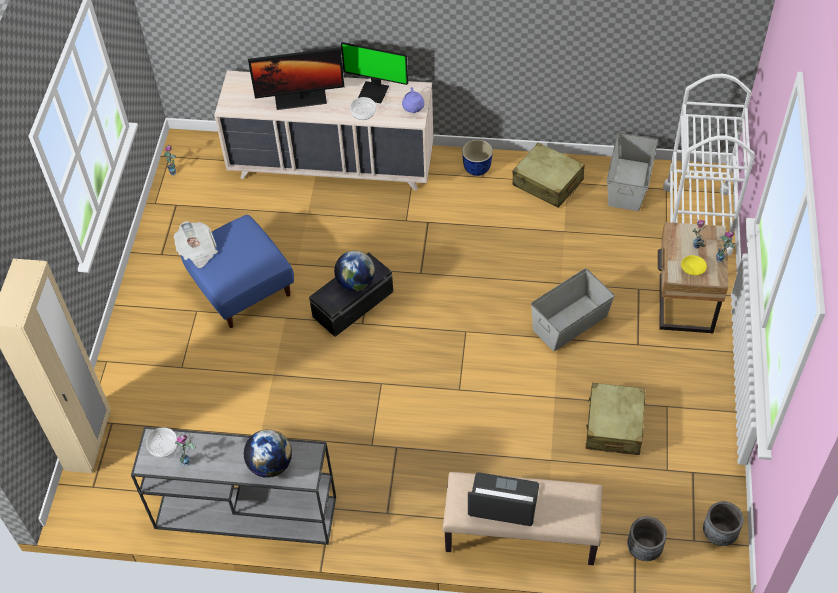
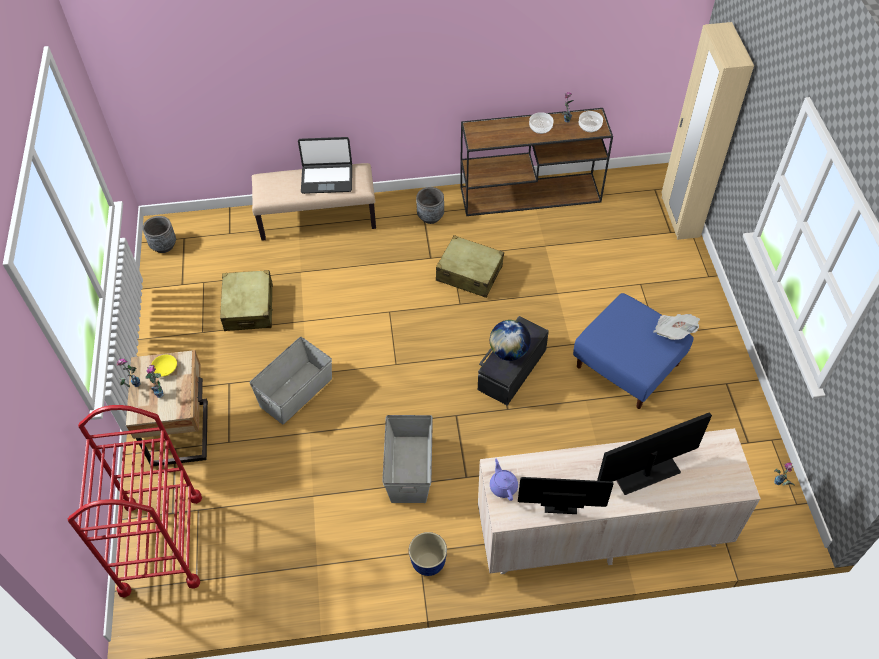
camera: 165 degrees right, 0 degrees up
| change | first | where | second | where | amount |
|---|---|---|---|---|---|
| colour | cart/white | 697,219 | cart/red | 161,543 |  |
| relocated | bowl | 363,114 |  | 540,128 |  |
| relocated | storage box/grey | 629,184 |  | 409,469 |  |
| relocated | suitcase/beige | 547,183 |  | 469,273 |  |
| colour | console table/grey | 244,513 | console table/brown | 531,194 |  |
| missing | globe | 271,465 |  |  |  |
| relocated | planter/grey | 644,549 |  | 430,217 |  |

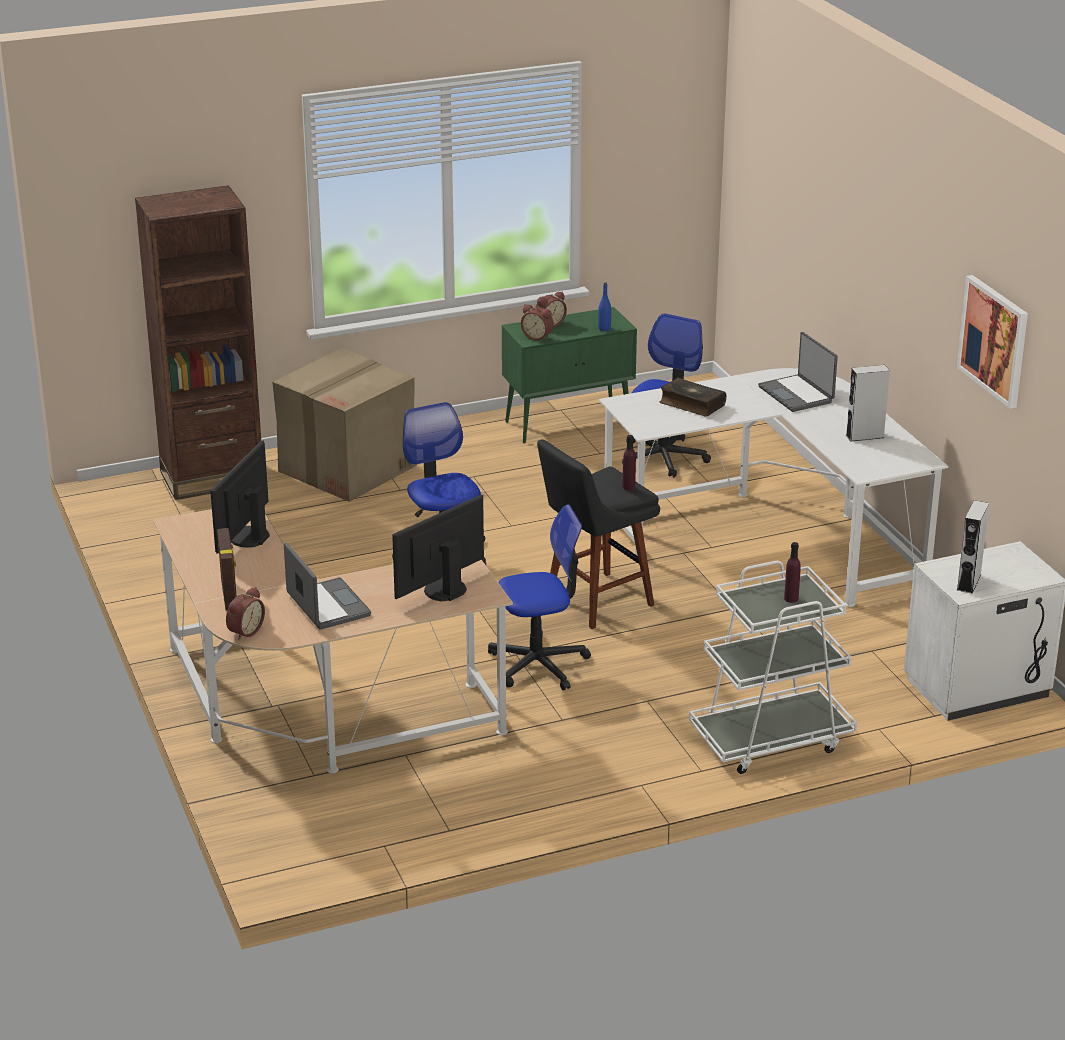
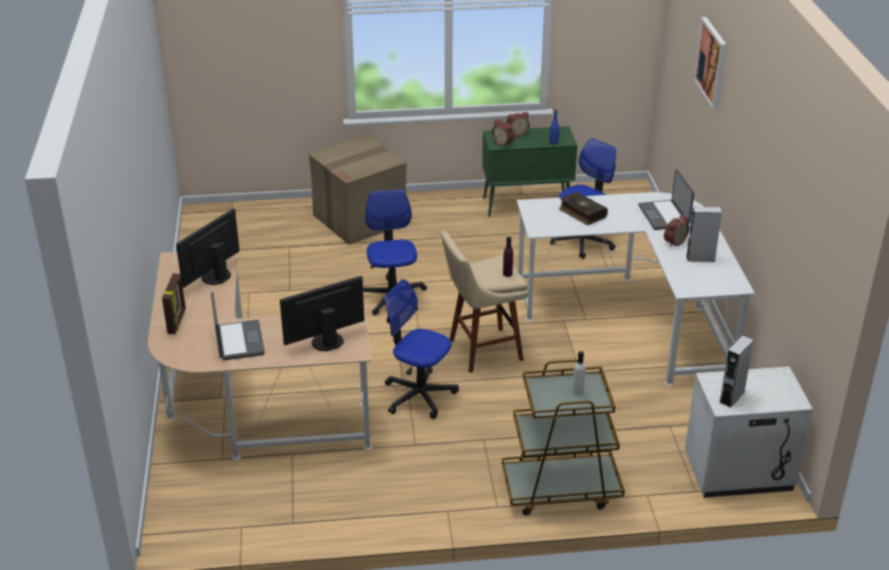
camera: 15 degrees right, 5 degrees up
| change | first | where | second | where | amount |
|---|---|---|---|---|---|
| missing | bookcase/brown | 212,478 |  |  |  |
| relocated | picture | 994,340 |  | 712,62 |  |
| colour | stool/black | 594,602 | stool/beige | 481,351 |  |
| spun | office chair | 538,664 |  | 419,395 | 150 degrees counterclockwise |
| colour | bottle/purple | 791,598 | bottle/white | 578,392 |  |
| colour | cart/white | 770,739 | cart/brown | 560,489 |  |
| relocated | alarm clock | 244,631 |  | 673,242 |  |

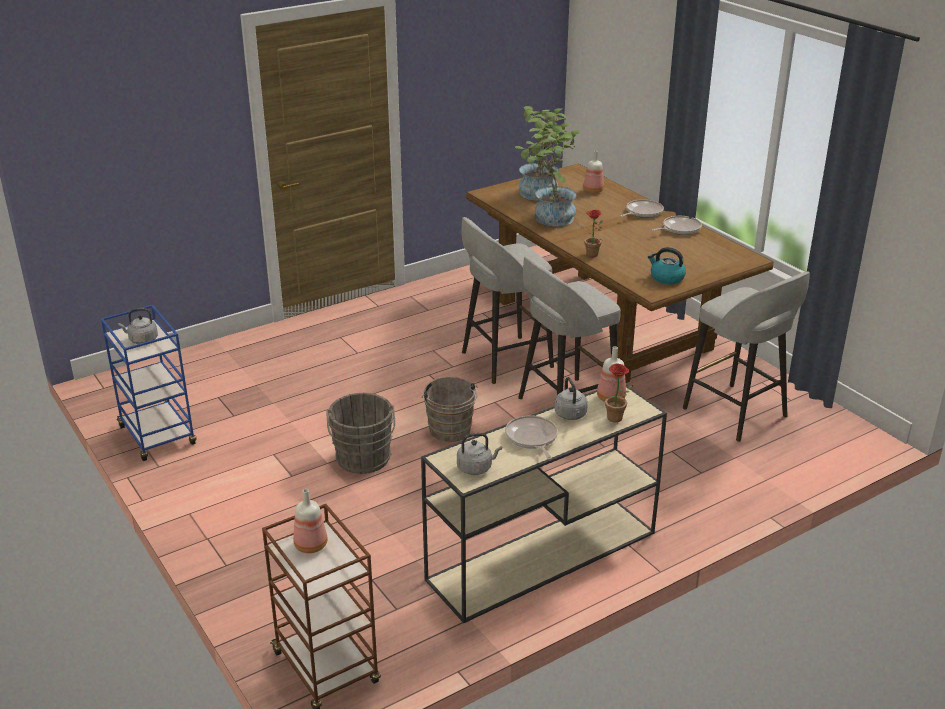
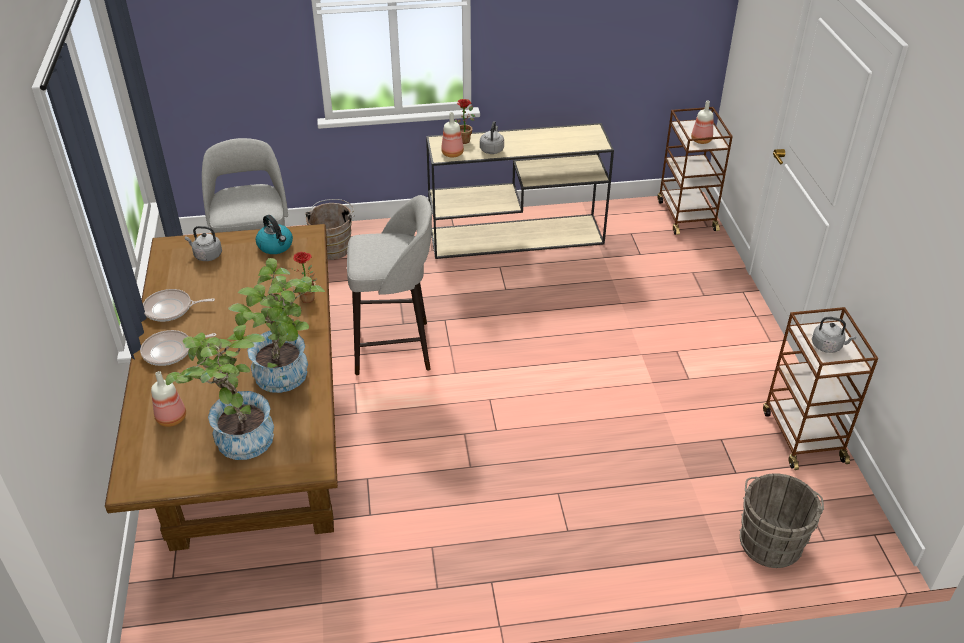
camera: 155 degrees left, 10 degrees up
| change | first | where | second | where | amount |
|---|---|---|---|---|---|
| missing | stool/grey | 504,360 |  |  |  |
| colour | cart/blue | 158,436 | cart/brown | 802,435 |  |
| relocated | bucket/brown | 450,432 |  | 333,247 |  |
| relocated | bucket/grey | 363,460 |  | 770,540 |  |
| missing | frying pan | 532,438 |  |  |  |
| relocated | kettle/grey | 476,468 |  | 206,255 |  |

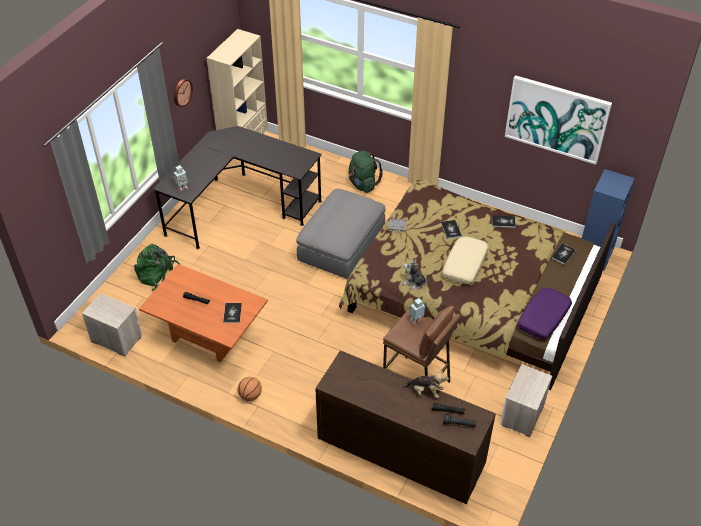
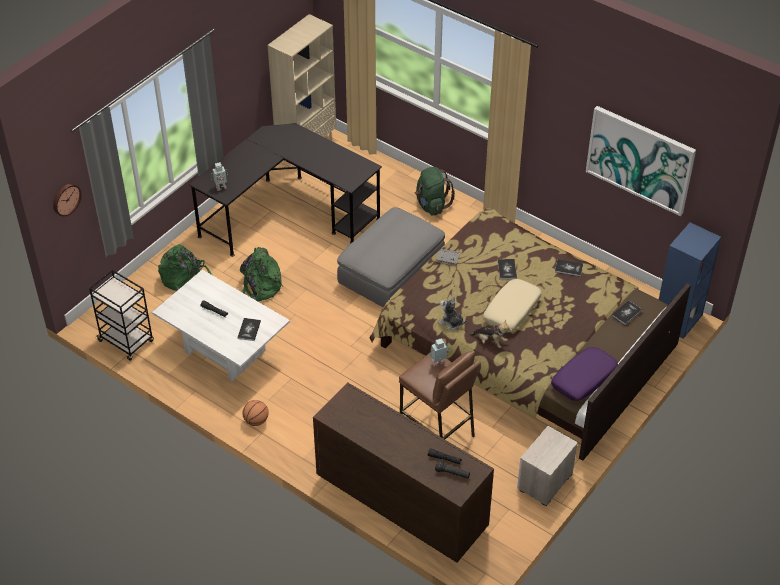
camera: 10 degrees right, 0 degrees up
| change | first | where | second | where | amount |
|---|---|---|---|---|---|
| relocated | wall clock | 181,92 |  | 65,199 |  |
| colour | coffee table/orange | 209,335 | coffee table/white | 225,351 |  |
| exchanged | nightstand | 116,338 | cart/black | 127,341 |  |
| relocated | plush toy | 425,391 |  | 490,341 |  |
| appeared |  |  | backpack/green | 259,288 |  |

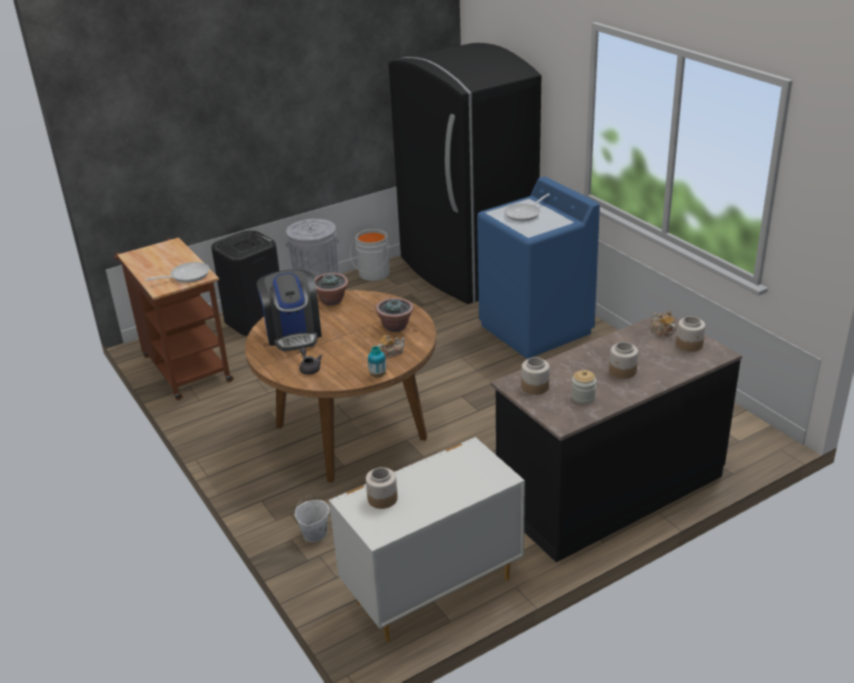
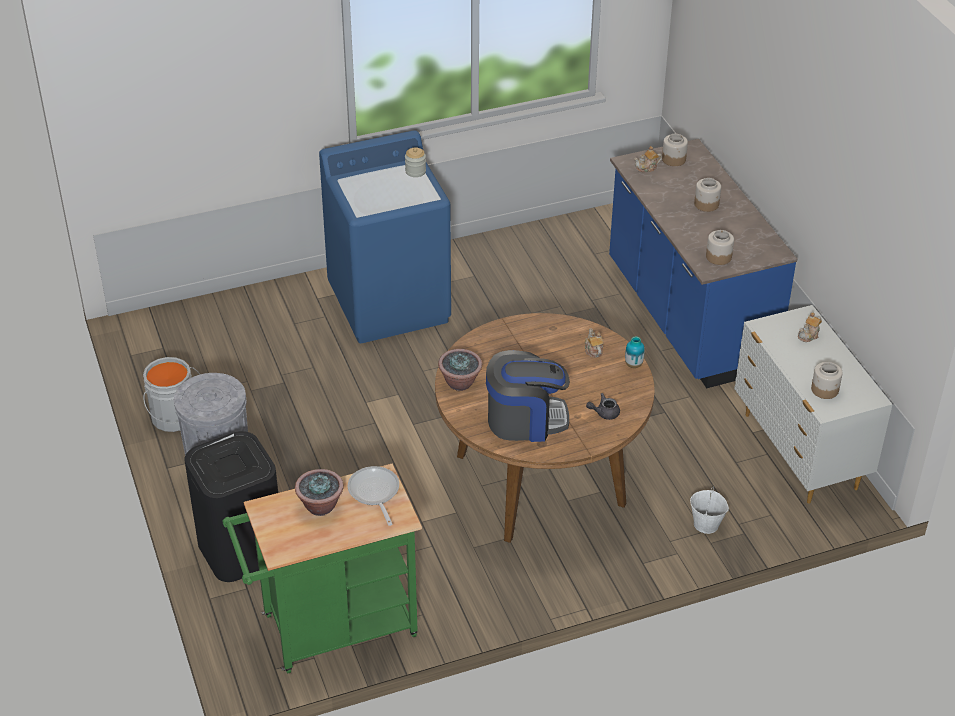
camera: 80 degrees left, 10 degrees up
| change | first | where | second | where | amount |
|---|---|---|---|---|---|
| missing | fridge/black | 466,271 |  |  |  |
| missing | frying pan | 525,214 |  |  |  |
| colour | cart/brown | 184,366 | cart/green | 330,629 |  |
| relocated | potted plant | 395,327 |  | 320,506 |  |
| colour | counter/black | 609,489 | counter/blue | 687,317 |  |
| relocated | jar | 583,397 |  | 415,171 |  |
| appeared |  |  | teapot | 809,335 |  |

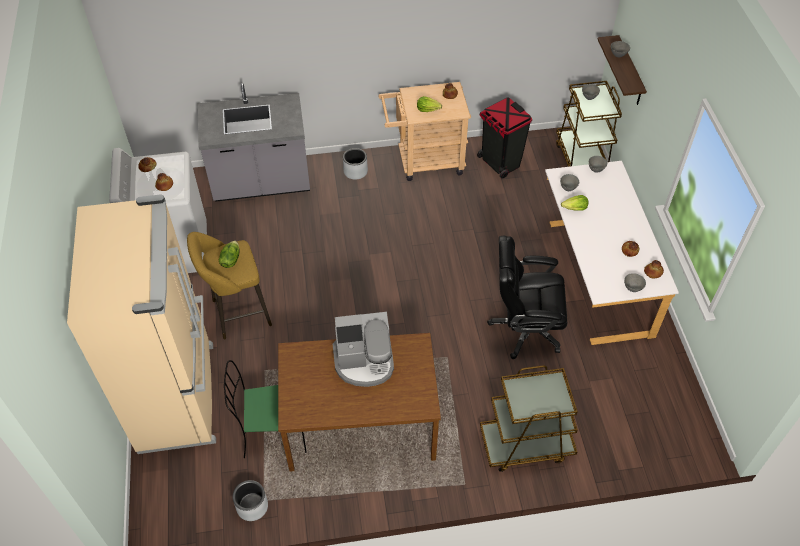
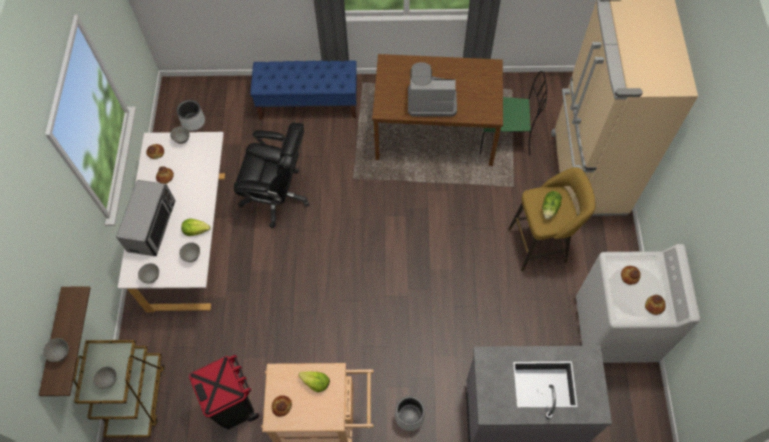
camera: 170 degrees left, 10 degrees up
| change | first | where | second | where | amount |
|---|---|---|---|---|---|
| exchanged | cart/brown | 525,444 | bench/blue | 308,104 |  |
| relocated | planter/grey | 252,507 |  | 193,121 |  |
| appeared |  |  | microwave | 152,226 |  |

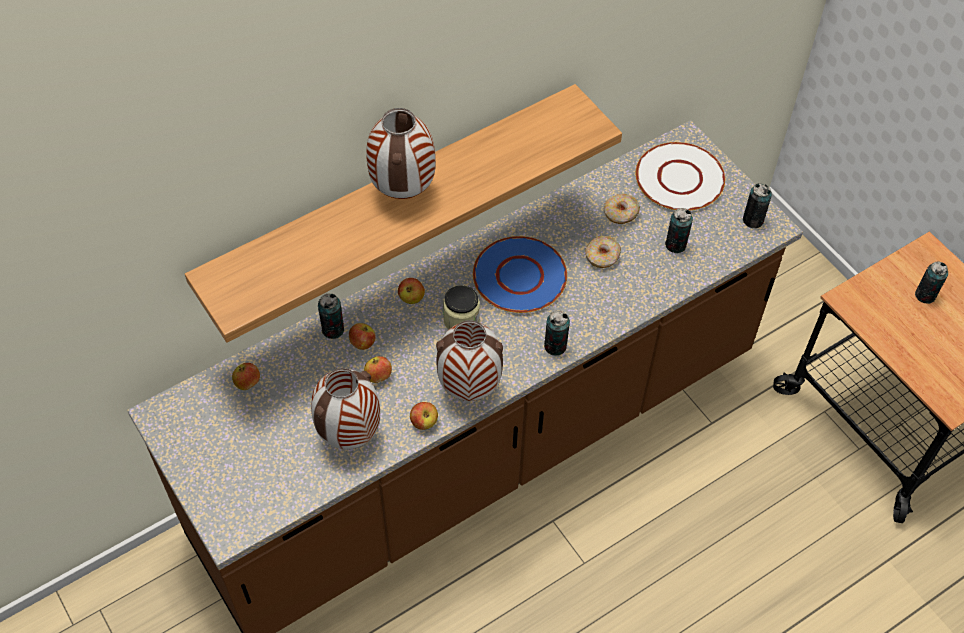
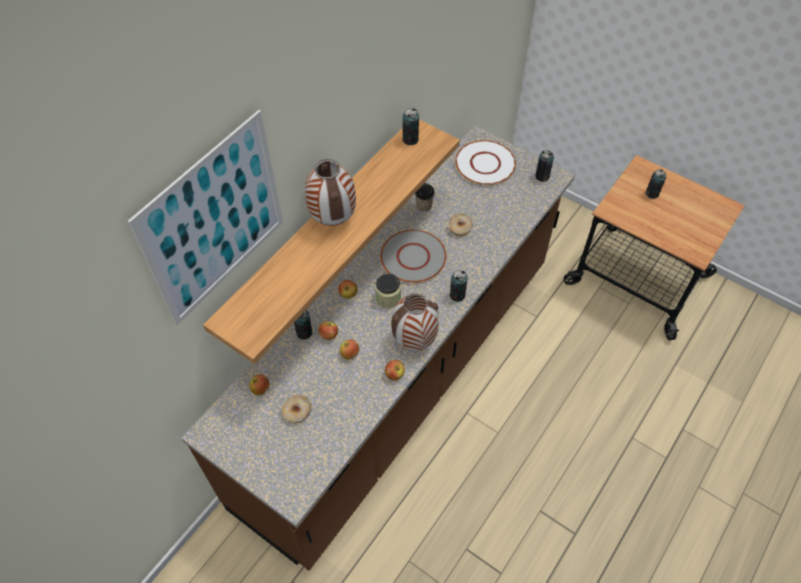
camera: 20 degrees left, 0 degrees up
| change | first | where | second | where | amount |
|---|---|---|---|---|---|
| relocated | donut | 620,213 |  | 297,412 |  |
| relocated | can | 675,245 |  | 410,139 |  |
| colour | plate/blue | 520,276 | plate/grey | 413,257 |  |
| missing | vase | 349,436 |  |  |  |
| appeared |  |  | picture | 215,221 |  |
| appeared |  |  | cup | 424,206 |  |

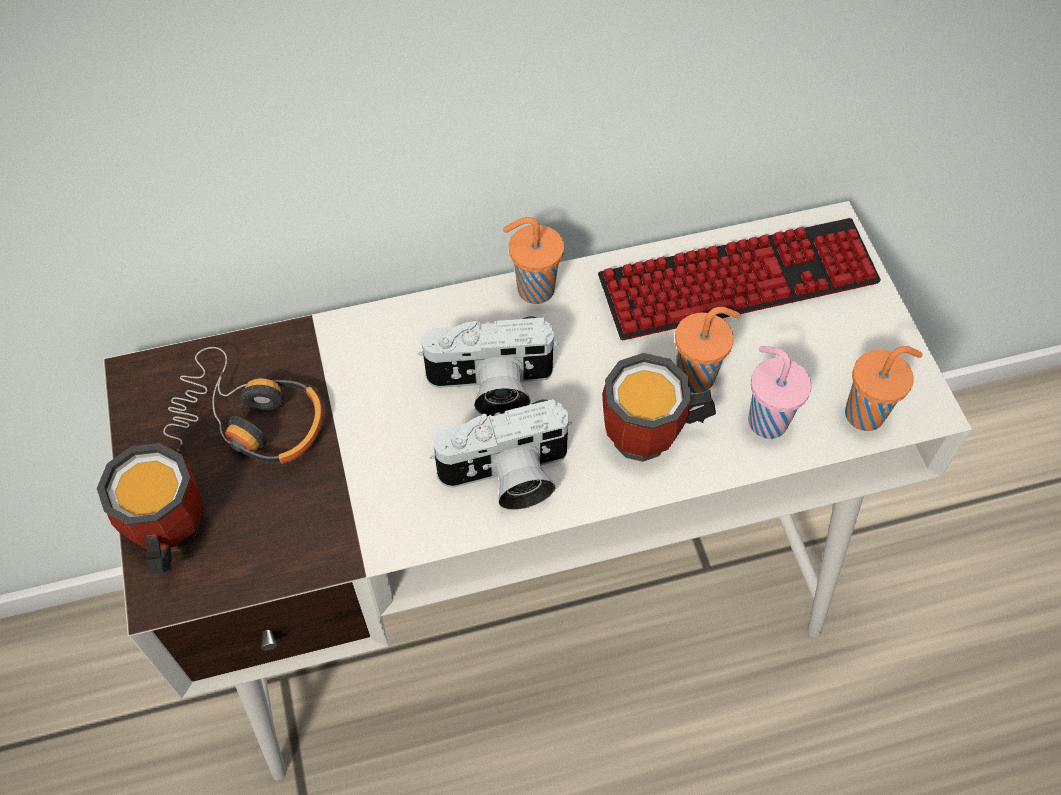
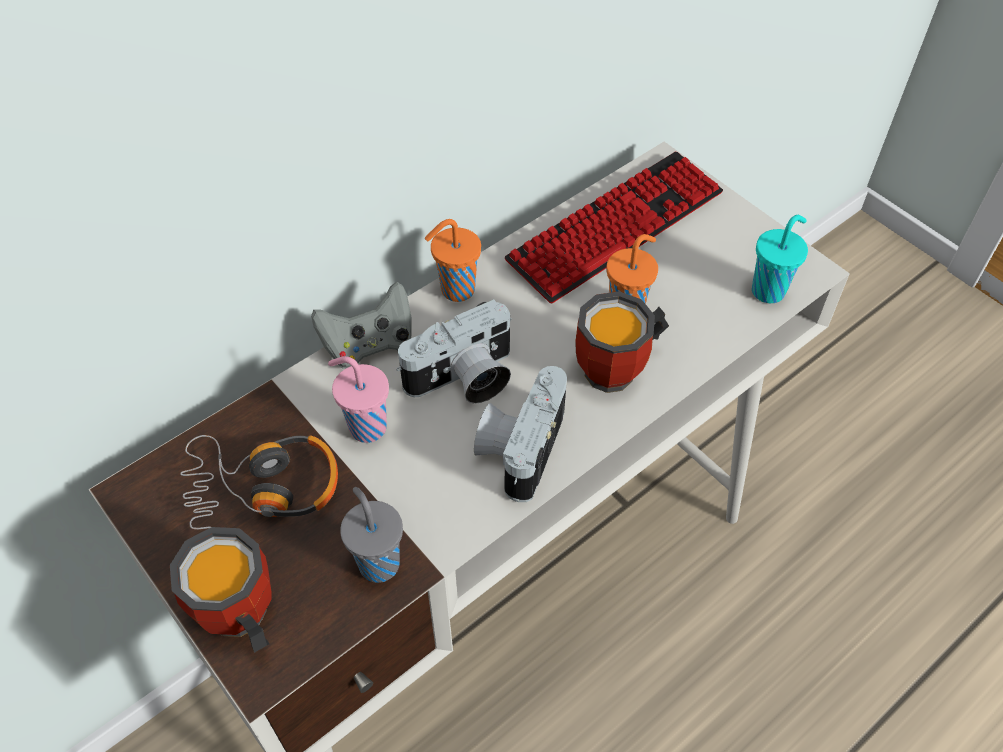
camera: 25 degrees left, 5 degrees down
| change | first | where | second | where | amount |
|---|---|---|---|---|---|
| relocated | cup/pink | 765,420 |  | 365,427 |  |
| colour | cup/orange | 867,414 | cup/turquoise | 769,290 |  |
| spun | photo camera | 507,477 |  | 519,446 | 150 degrees clockwise |
| appeared |  |  | game controller/grey | 369,345 |  |
| appeared |  |  | cup/grey | 378,562 |  |

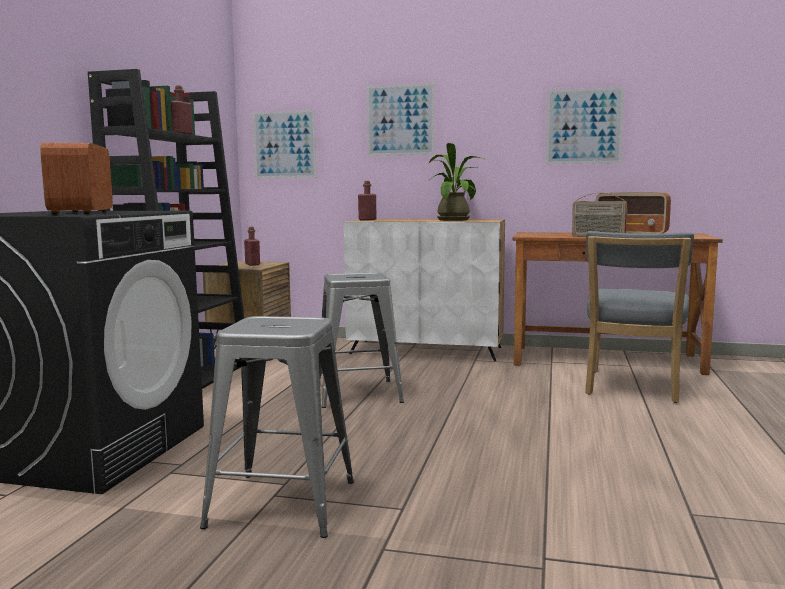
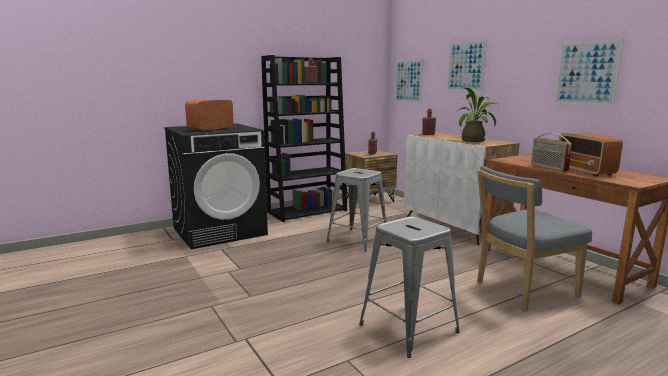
camera: 45 degrees right, 5 degrees up
| change | first | where | second | where | amount |
|---|---|---|---|---|---|
| relocated | stool/grey | 282,504 |  | 408,328 |  |

